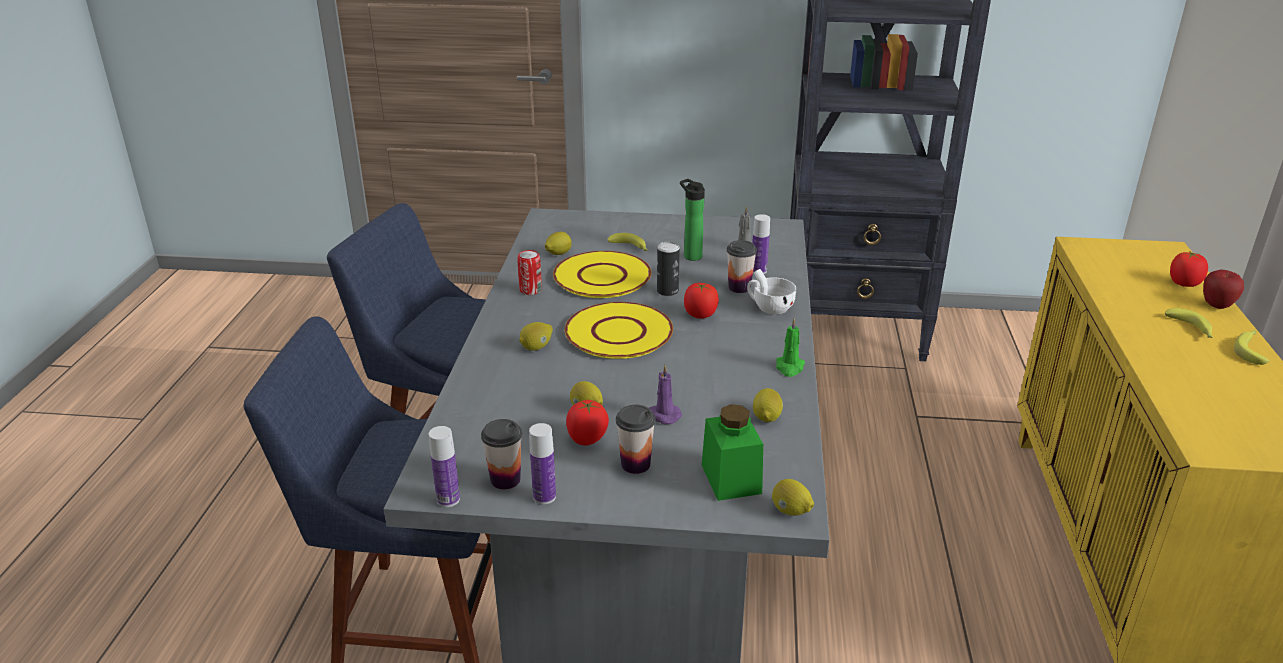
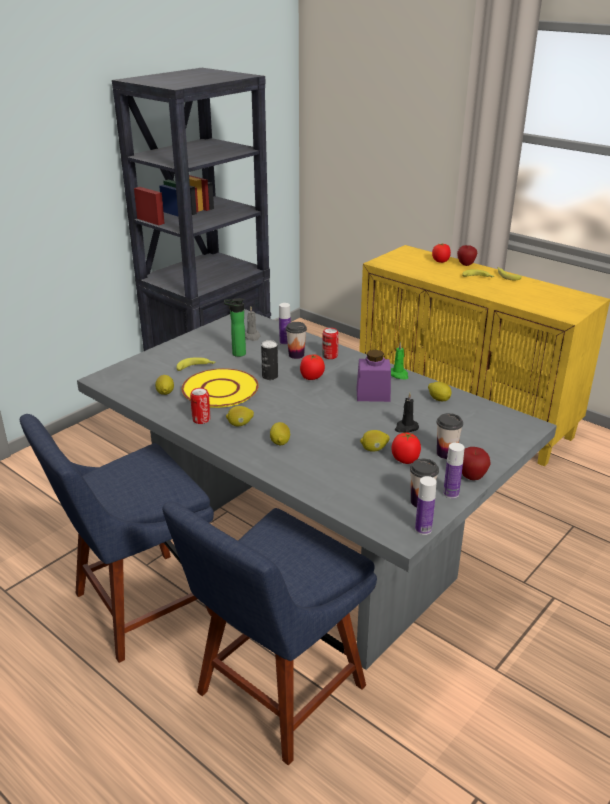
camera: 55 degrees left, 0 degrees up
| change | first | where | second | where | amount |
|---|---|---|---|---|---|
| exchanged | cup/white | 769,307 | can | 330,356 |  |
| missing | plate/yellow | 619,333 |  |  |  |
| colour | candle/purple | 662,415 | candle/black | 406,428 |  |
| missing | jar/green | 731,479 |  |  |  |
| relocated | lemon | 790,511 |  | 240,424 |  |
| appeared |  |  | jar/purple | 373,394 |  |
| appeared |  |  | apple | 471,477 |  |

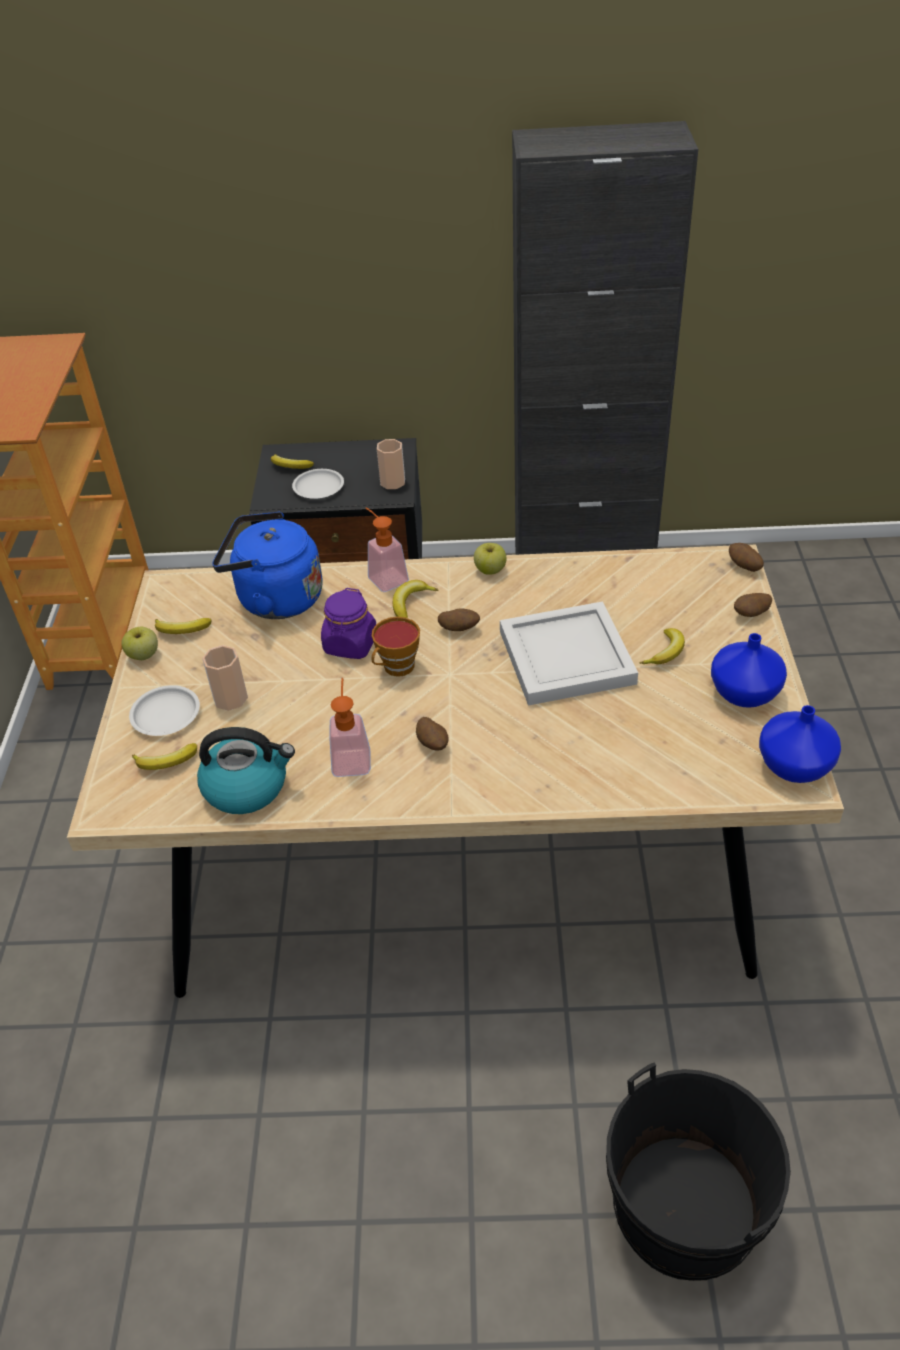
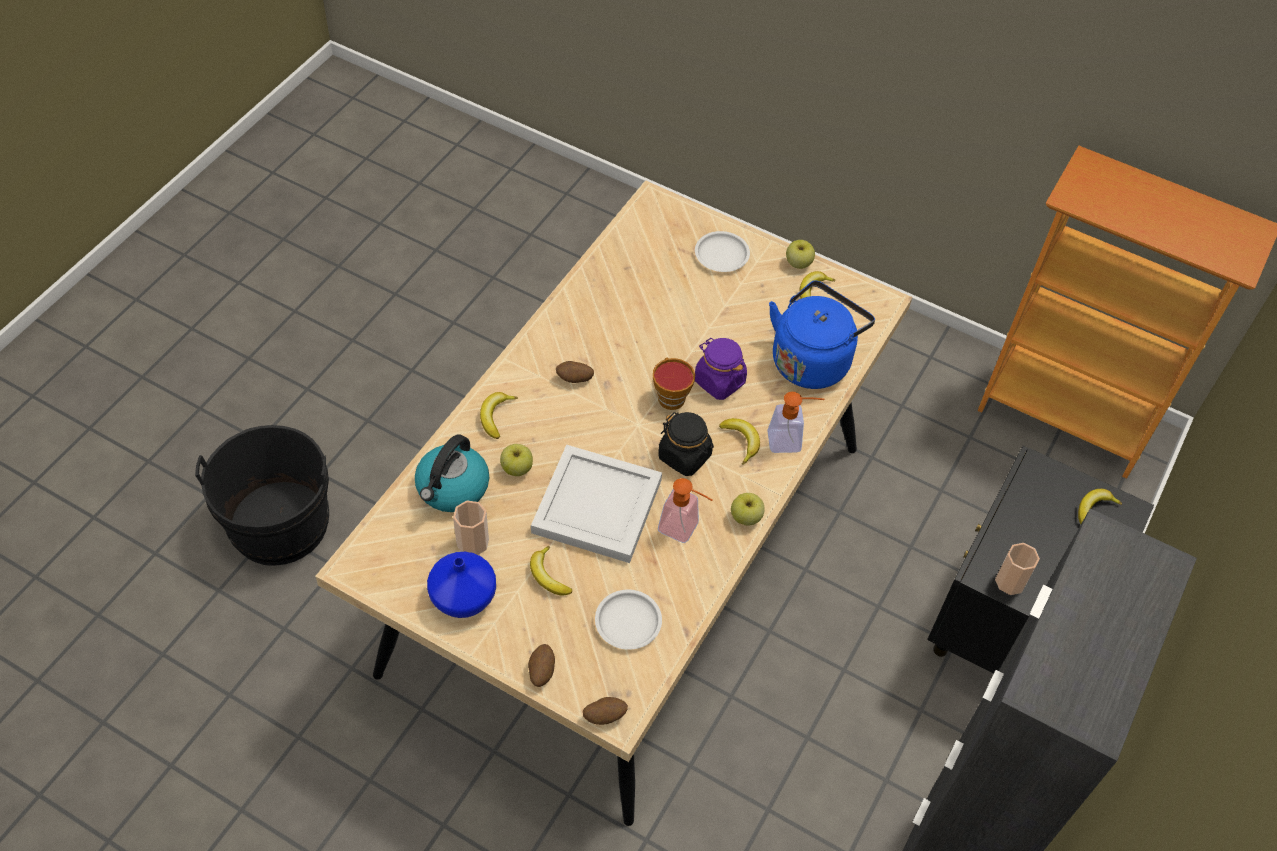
camera: 115 degrees right, 10 degrees up
| change | first | where | second | where | amount |
|---|---|---|---|---|---|
| relocated | plate/white | 318,487 |  | 628,621 |  |
| exchanged | potato | 459,629 | jar/black | 685,456 |  |
| relocated | cup | 230,698 |  | 472,542 |  |
| relocated | soap dispenser | 351,757 |  | 684,530 |  |
| missing | vase/blue | 795,767 |  |  |  |
| relocated | kettle | 247,786 |  | 452,488 |  |
| relocated | banana | 166,762 |  | 495,416 |  |
| appeared |  |  | apple | 517,468 |  |

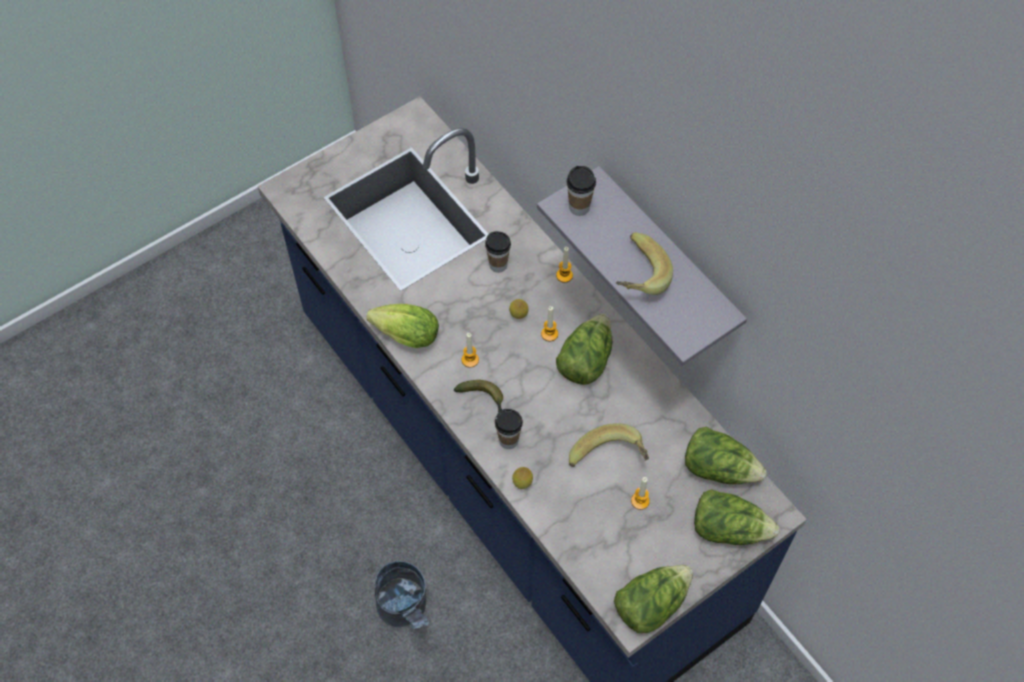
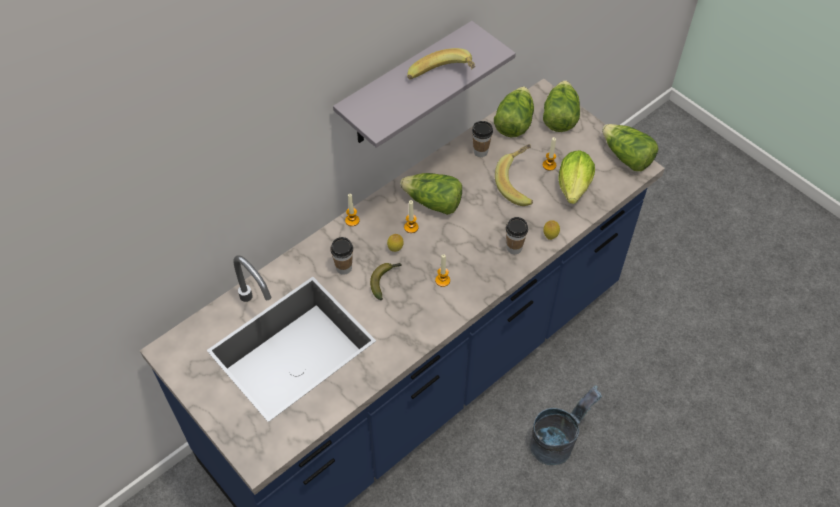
camera: 95 degrees left, 5 degrees down
| change | first | where | second | where | amount |
|---|---|---|---|---|---|
| relocated | cup | 579,207 |  | 480,151 |  |
| relocated | lettuce | 403,335 |  | 573,190 |  |
| relocated | banana | 483,398 |  | 385,280 |  |

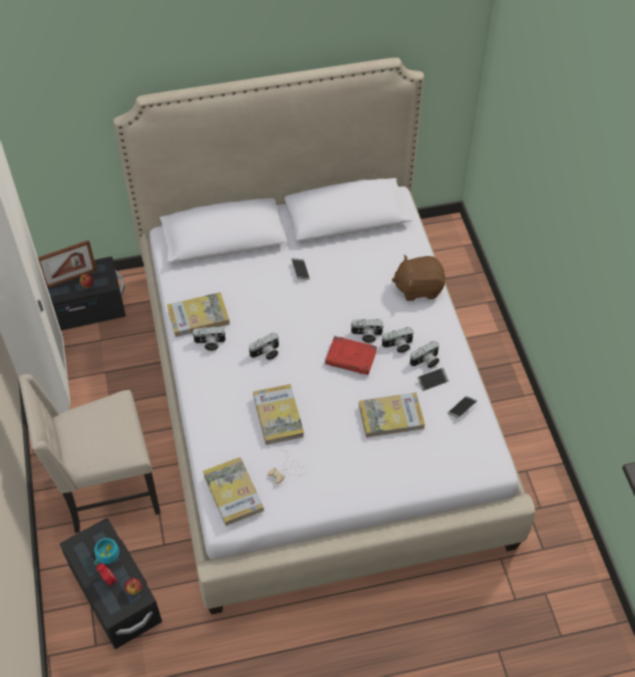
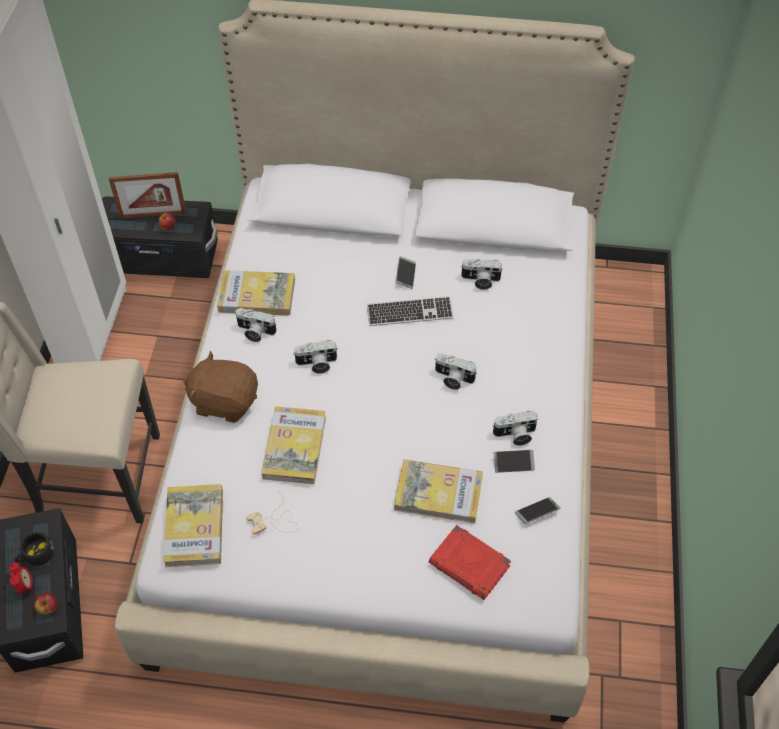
camera: 20 degrees right, 0 degrees up
| change | first | where | second | where | amount |
|---|---|---|---|---|---|
| relocated | plush toy/brown | 418,288 |  | 224,401 |  |
| relocated | photo camera | 398,346 |  | 480,281 |  |
| relocated | book/red | 351,358 |  | 470,565 |  |
| colour | cup/turquoise | 105,556 | cup/black | 35,555 |  |
| appeared |  |  | keyboard | 410,313 |  |

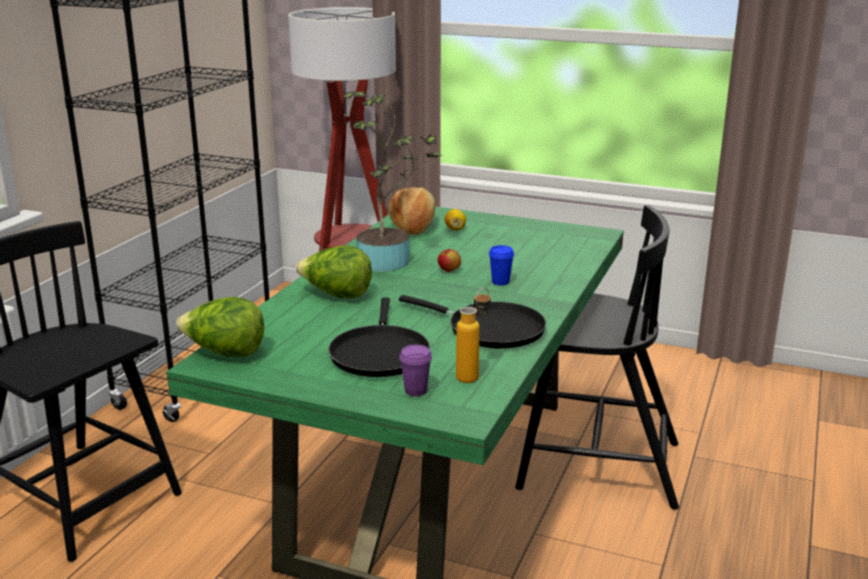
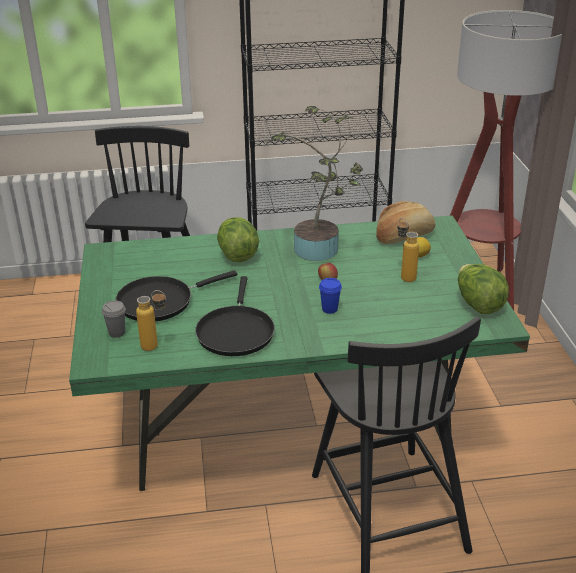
camera: 60 degrees right, 10 degrees up
| change | first | where | second | where | amount |
|---|---|---|---|---|---|
| relocated | lettuce | 225,353 |  | 478,304 |  |
| colour | cup/purple | 415,391 | cup/grey | 117,333 |  |
| appeared |  |  | bottle | 404,275 |  |

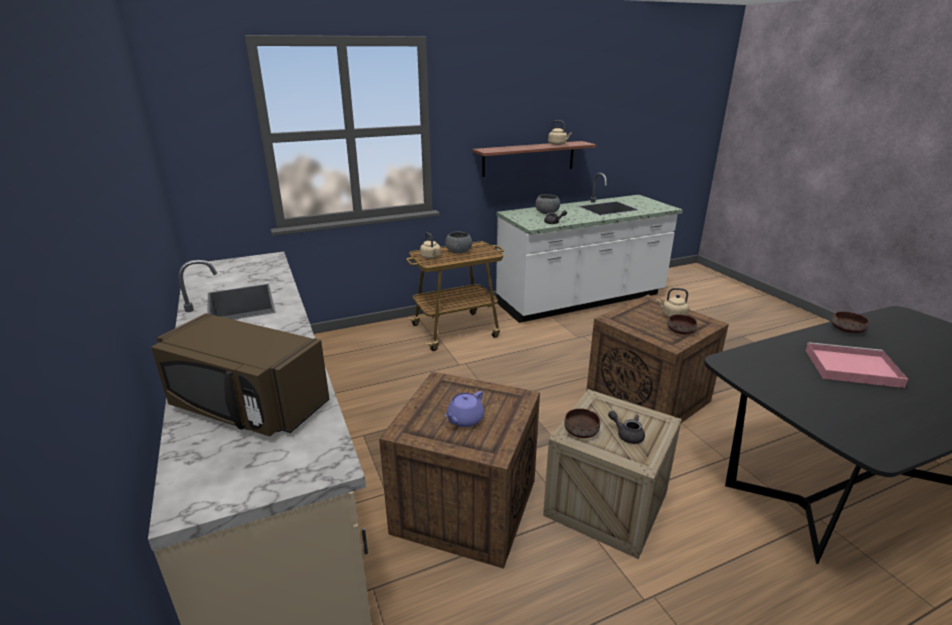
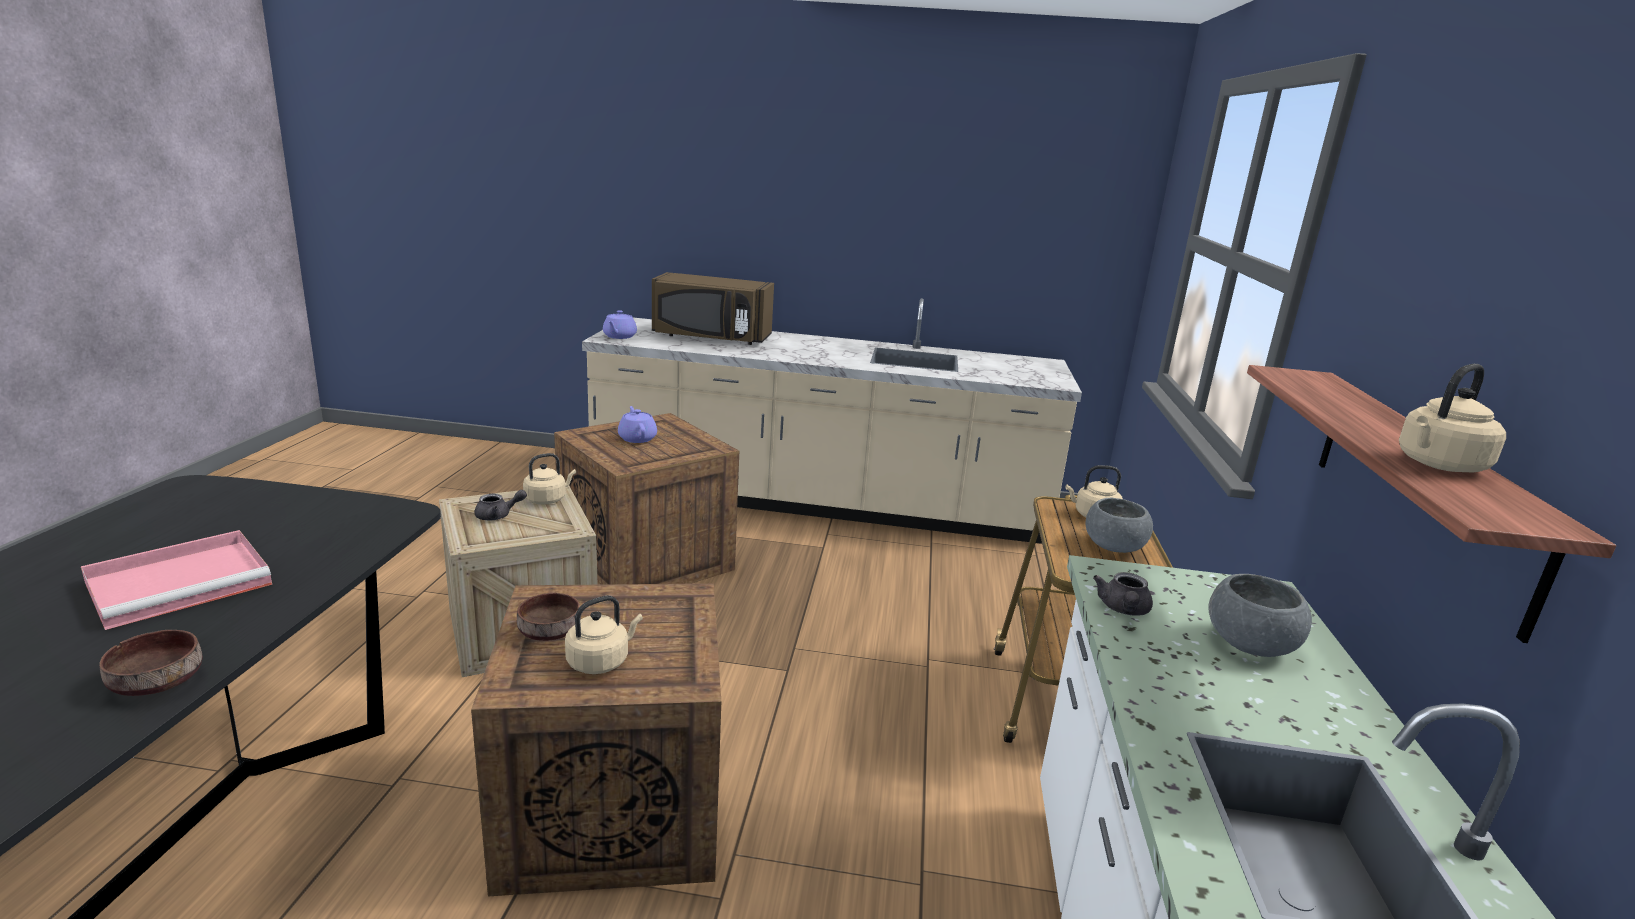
camera: 120 degrees right, 5 degrees down
| change | first | where | second | where | amount |
|---|---|---|---|---|---|
| spun | microwave/brown | 247,406 |  | 711,337 | 135 degrees counterclockwise |
| exchanged | bowl/brown | 580,431 | kettle/beige | 547,499 |  |
| appeared |  |  | teapot/purple | 619,336 |  |

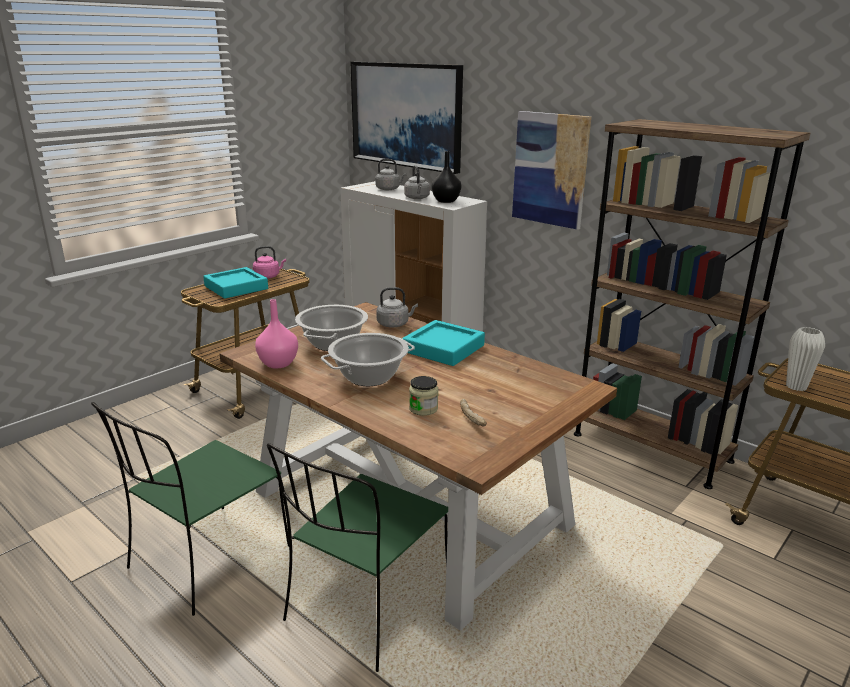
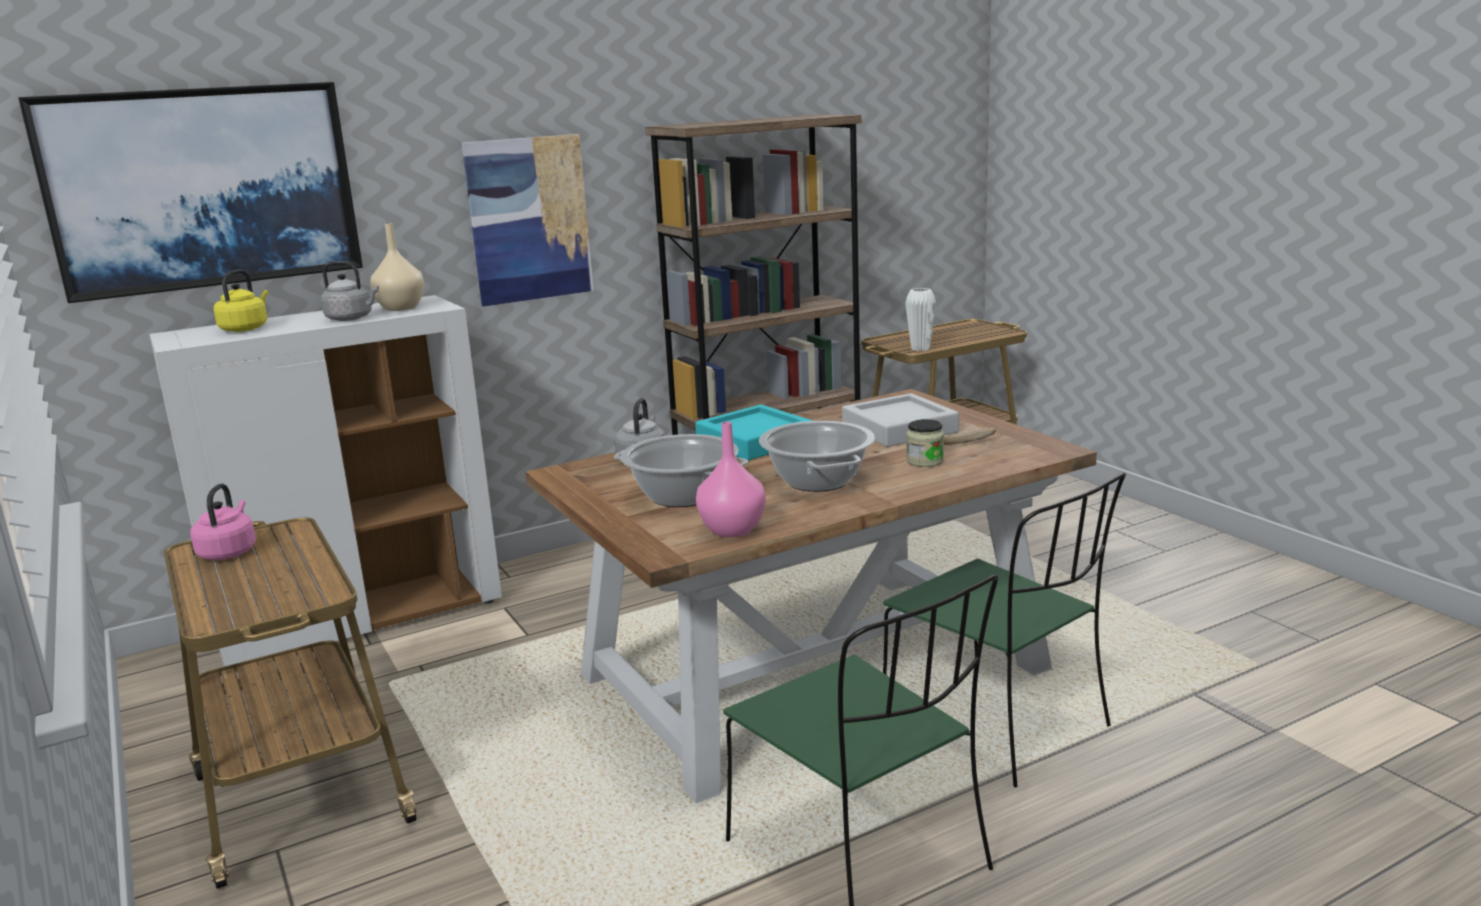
camera: 70 degrees left, 5 degrees down
| change | first | where | second | where | amount |
|---|---|---|---|---|---|
| colour | vase/black | 446,201 | vase/beige | 400,308 |  |
| colour | kettle/grey | 389,189 | kettle/yellow | 245,328 |  |
| missing | tray/turquoise | 236,287 |  |  |  |
| appeared |  |  | tray/grey | 899,429 |  |

